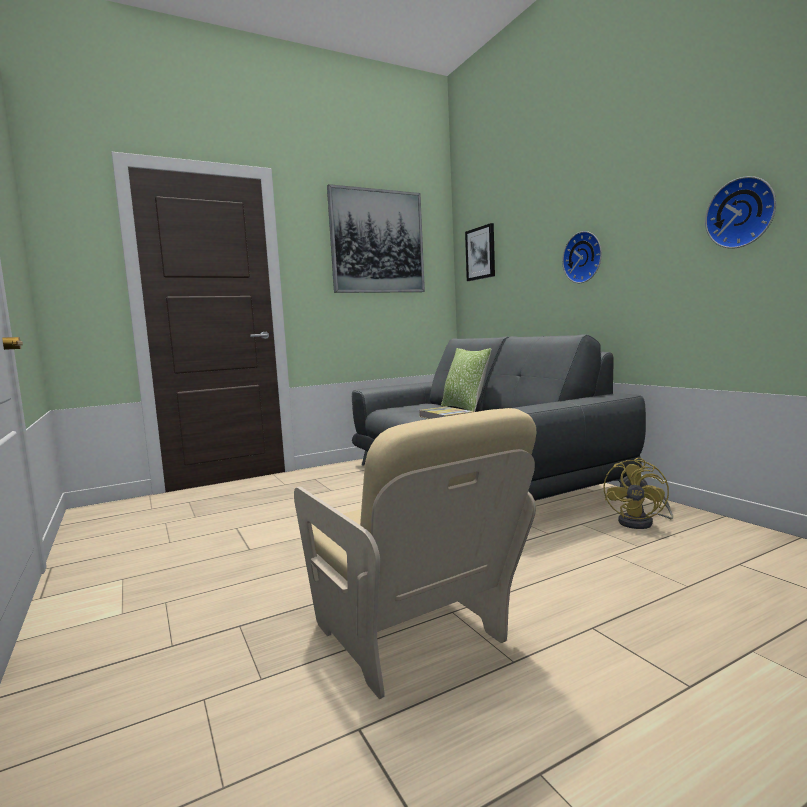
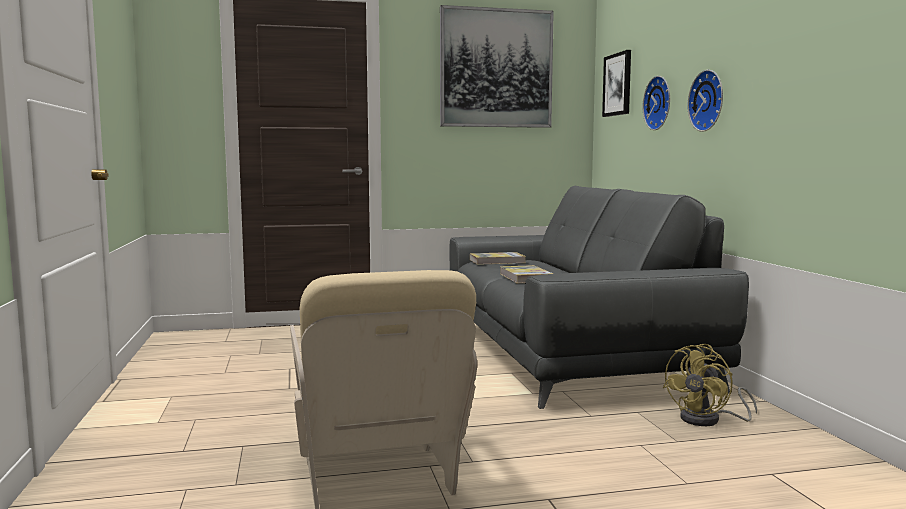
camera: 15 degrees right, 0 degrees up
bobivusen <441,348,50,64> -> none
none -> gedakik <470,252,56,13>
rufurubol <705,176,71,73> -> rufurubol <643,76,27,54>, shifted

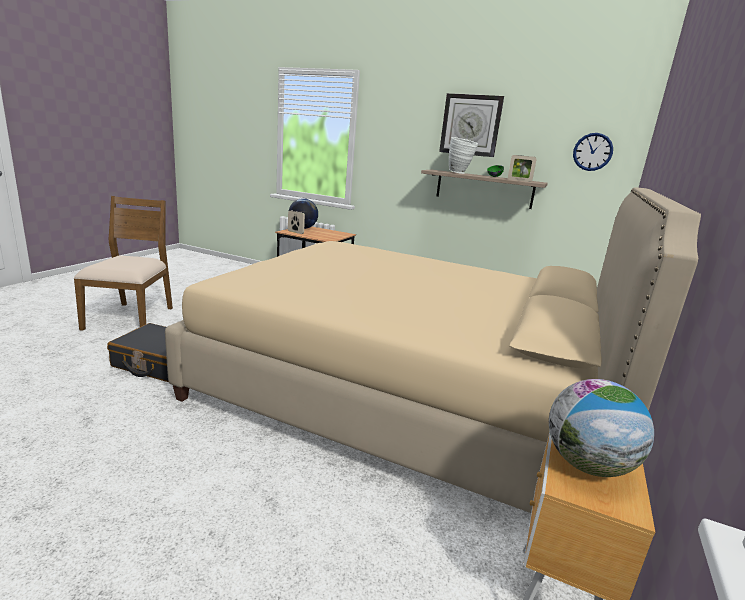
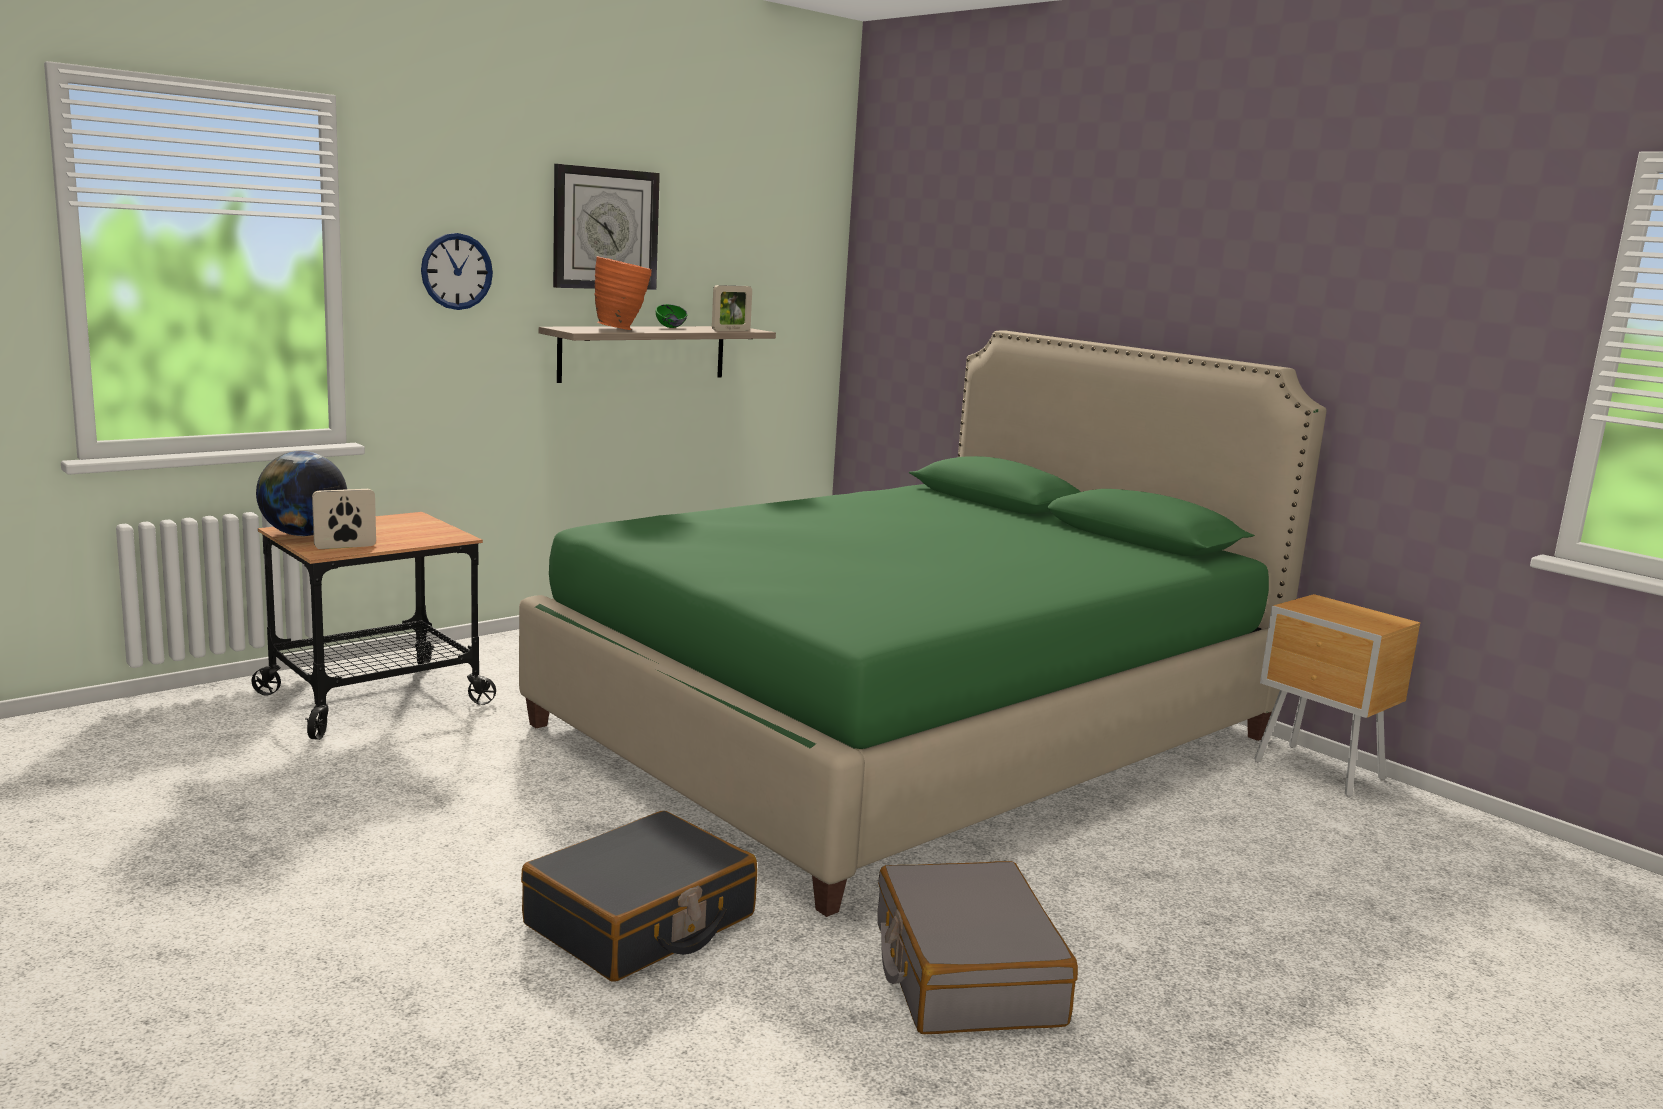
camera: 65 degrees left, 5 degrees down
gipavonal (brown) <74,196,99,135> -> none
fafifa <549,379,105,98> -> none
none -> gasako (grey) <878,861,200,173>
rufurubol <573,133,40,38> -> rufurubol <421,233,72,77>, shifted
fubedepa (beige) <165,187,536,326> -> fubedepa (green) <519,330,807,587>
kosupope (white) <449,137,30,37> -> kosupope (orange) <594,256,58,74>

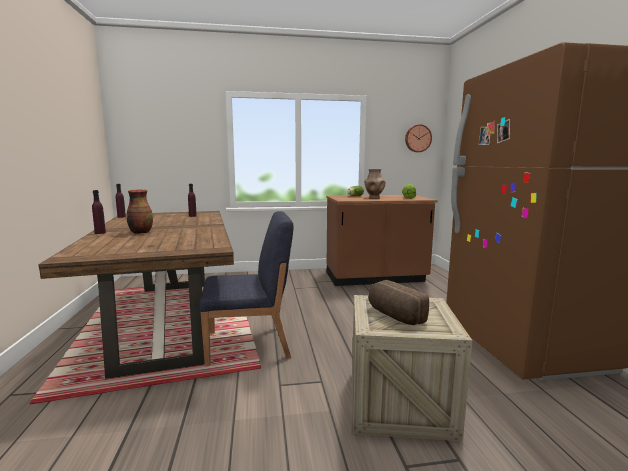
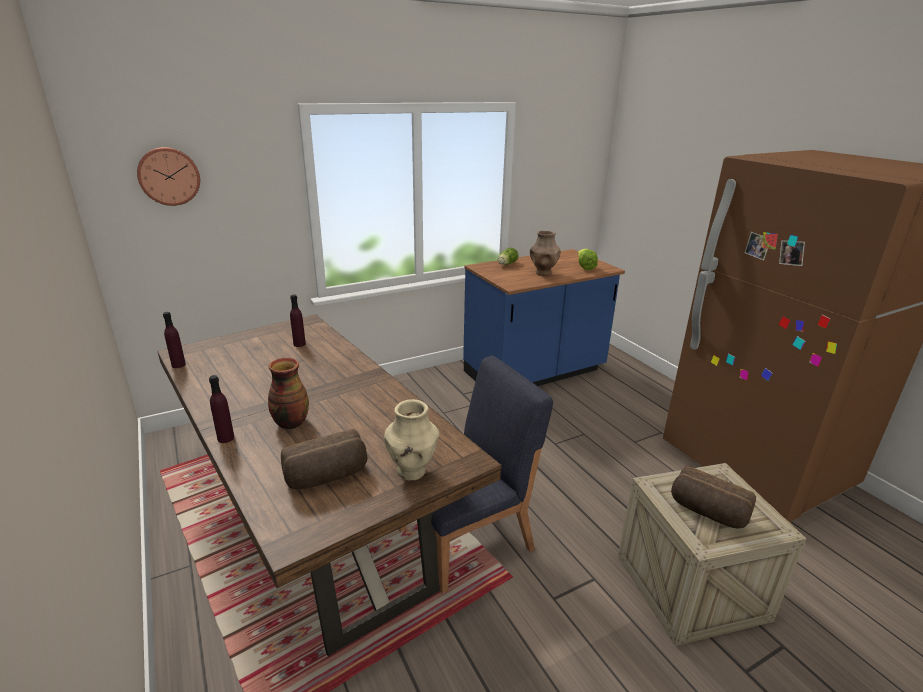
camera: 20 degrees left, 15 degrees up
none -> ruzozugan <281,429,87,60>
none -> kosupope (beige) <384,399,55,81>
rufurubol <405,124,27,28> -> rufurubol <137,147,63,59>, shifted
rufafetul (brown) <326,195,112,91> -> rufafetul (blue) <463,249,162,137>

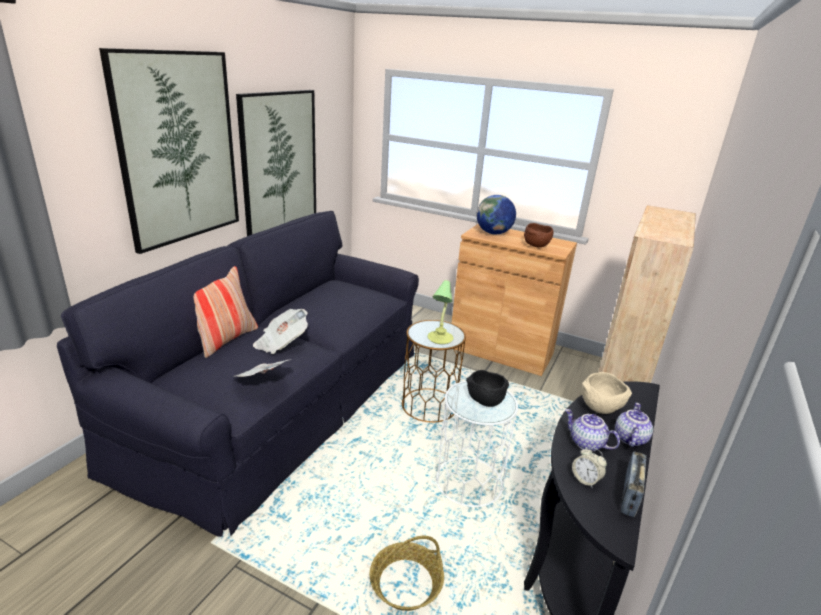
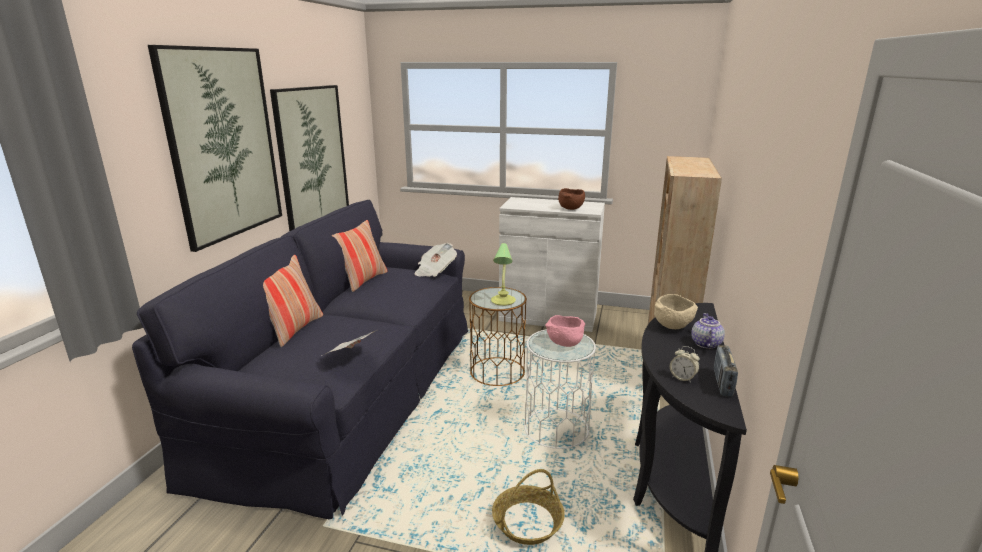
camera: 10 degrees left, 5 degrees down
fafifa <476,195,40,39> -> none
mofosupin <565,409,55,42> -> none
none -> bobivusen <332,220,55,72>
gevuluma <253,309,55,45> -> gevuluma <414,243,43,34>, shifted
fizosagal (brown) <452,224,125,152> -> fizosagal (white) <499,197,106,135>
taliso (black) <466,370,43,37> -> taliso (pink) <545,315,40,32>

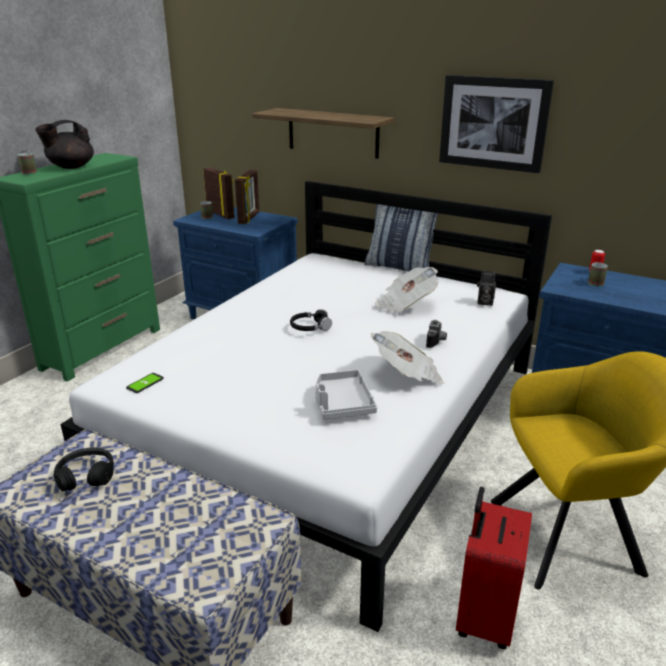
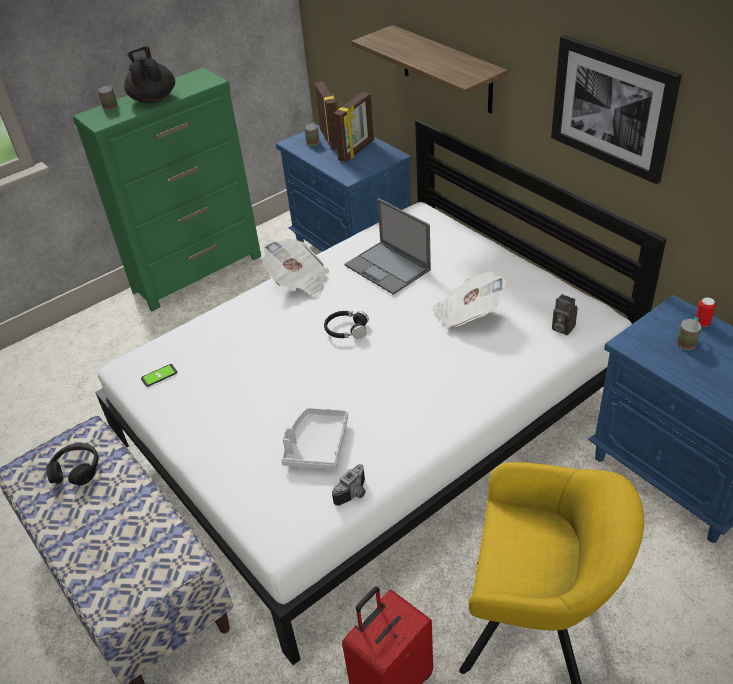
camera: 25 degrees right, 15 degrees up
bobivusen <365,204,73,67> -> none
none -> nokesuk <345,198,86,97>
gevuluma <371,331,73,53> -> gevuluma <262,239,67,57>, shifted
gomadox <426,320,21,28> -> gomadox <332,464,34,42>, shifted
mofosupin (black) <35,120,59,49> -> mofosupin (black) <124,46,51,57>, 90 degrees clockwise

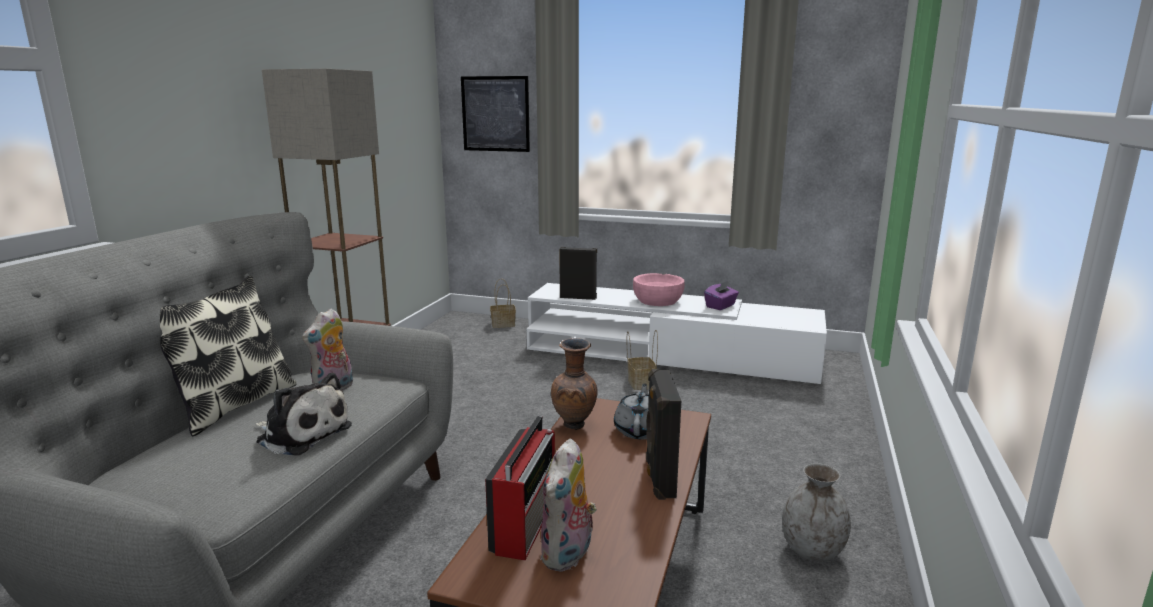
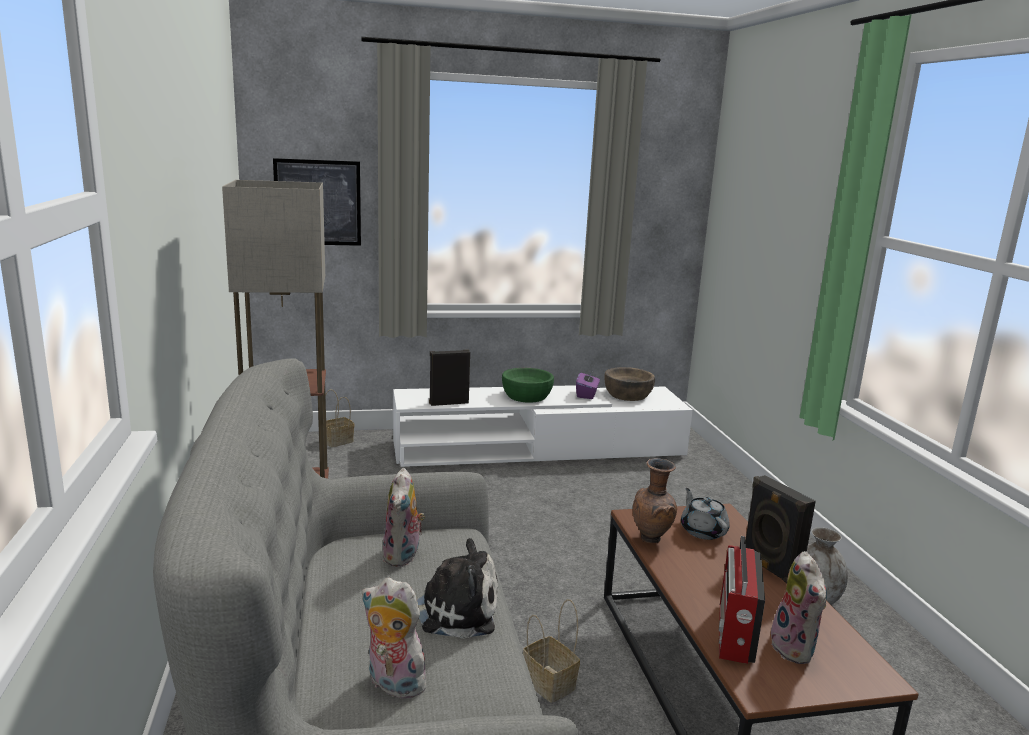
camera: 30 degrees left, 0 degrees up
bobivusen <160,276,137,160> -> none
none -> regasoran <361,578,68,121>
none -> taliso (brown) <605,367,50,34>
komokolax <627,330,31,60> -> komokolax <523,599,57,104>, shifted
taliso (pink) <633,273,52,33> -> taliso (green) <502,368,52,35>
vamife <485,416,70,144> -> vamife <719,536,46,128>, 150 degrees counterclockwise

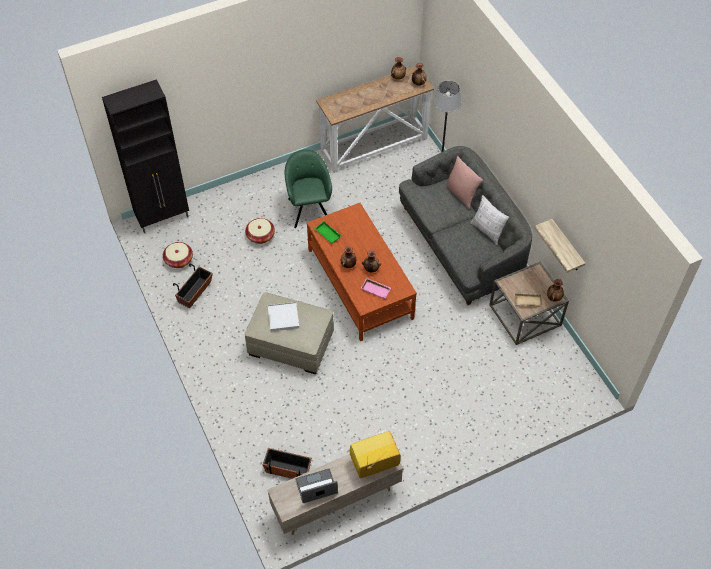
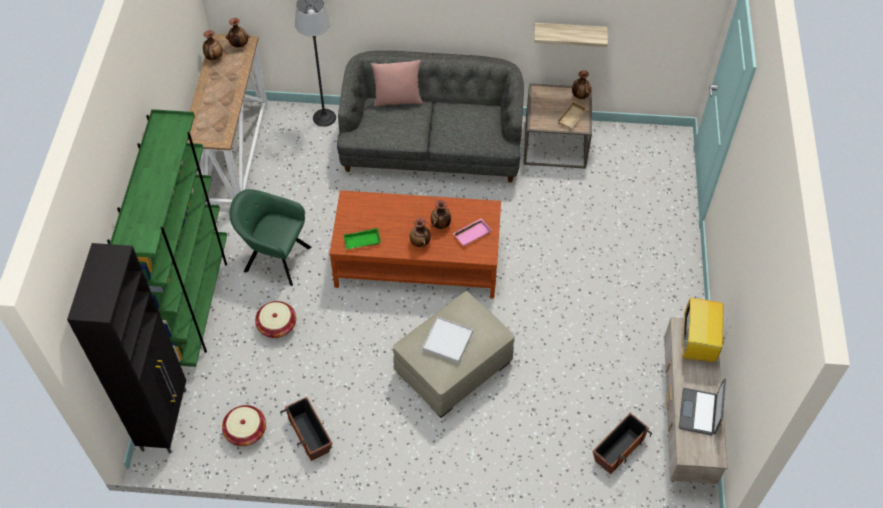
camera: 60 degrees left, 0 degrees up
bobivusen <470,195,39,50> -> none
none -> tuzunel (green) <107,109,120,258>

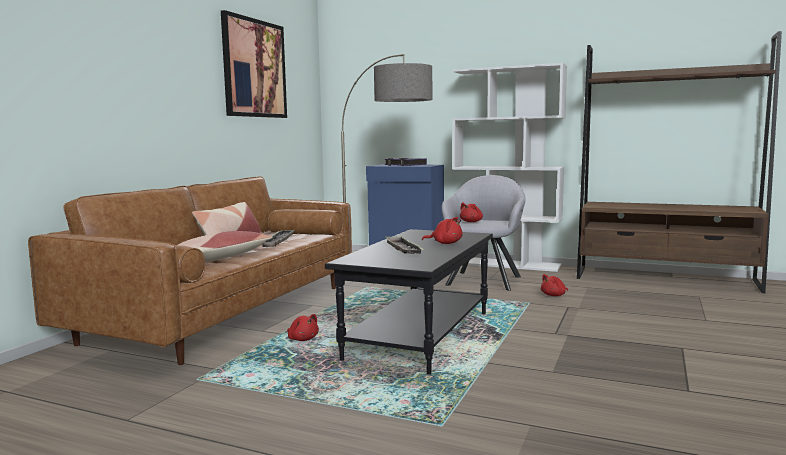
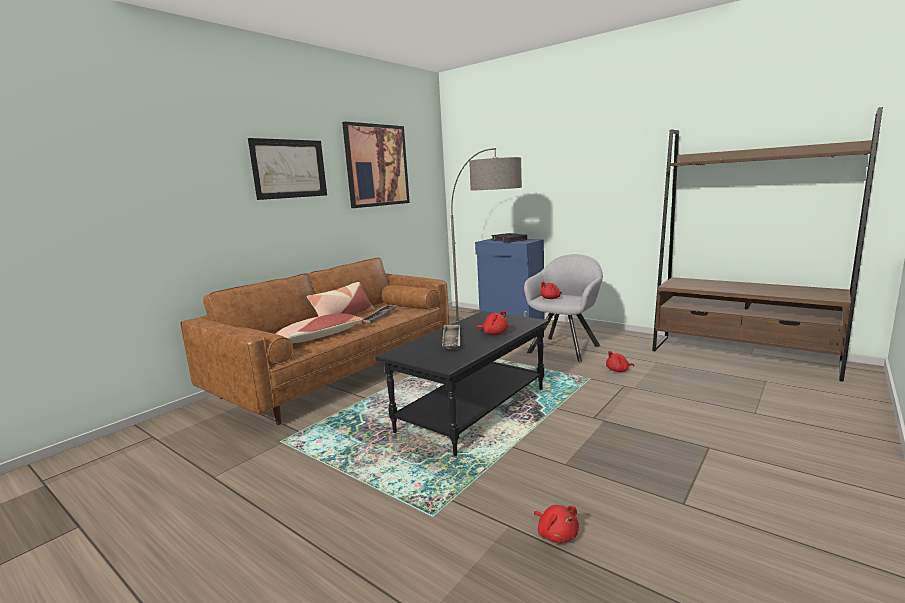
camera: 15 degrees right, 5 degrees up
tuzunel (white) <453,63,114,209> -> none
none -> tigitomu <248,138,79,62>
regasoran (red) <287,314,32,27> -> regasoran (red) <534,505,45,38>, shifted

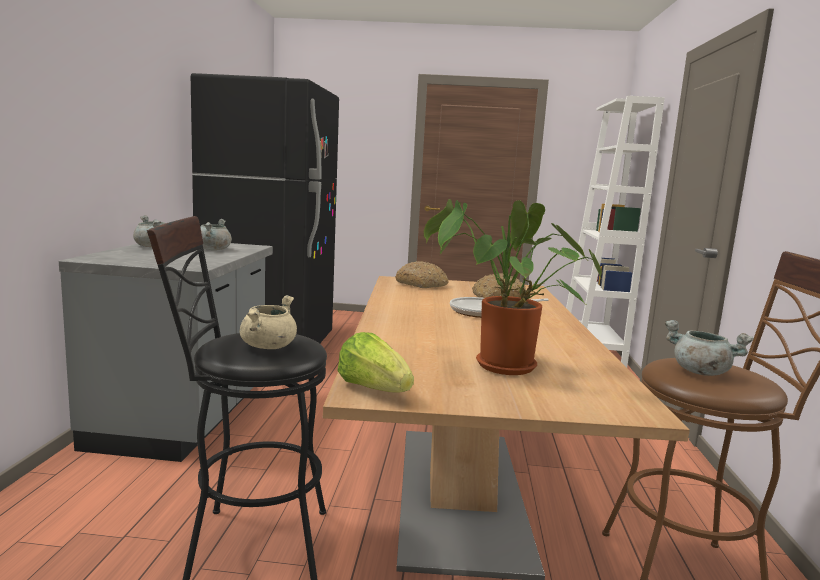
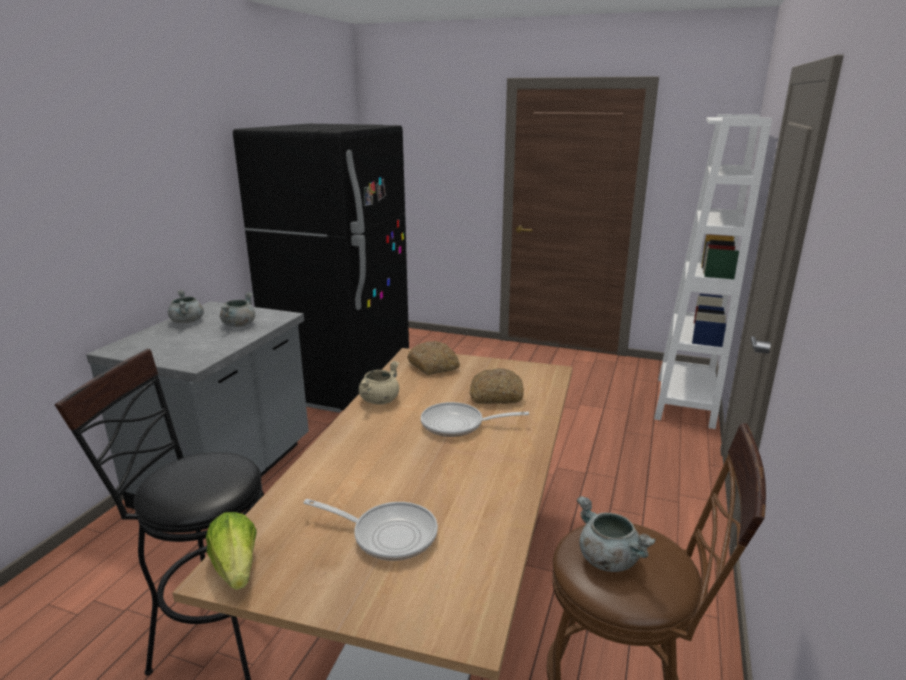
camera: 15 degrees right, 10 degrees up
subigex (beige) <240,295,57,54> -> subigex (beige) <359,361,40,44>, shifted
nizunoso <424,199,178,176> -> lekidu <303,499,135,62>

